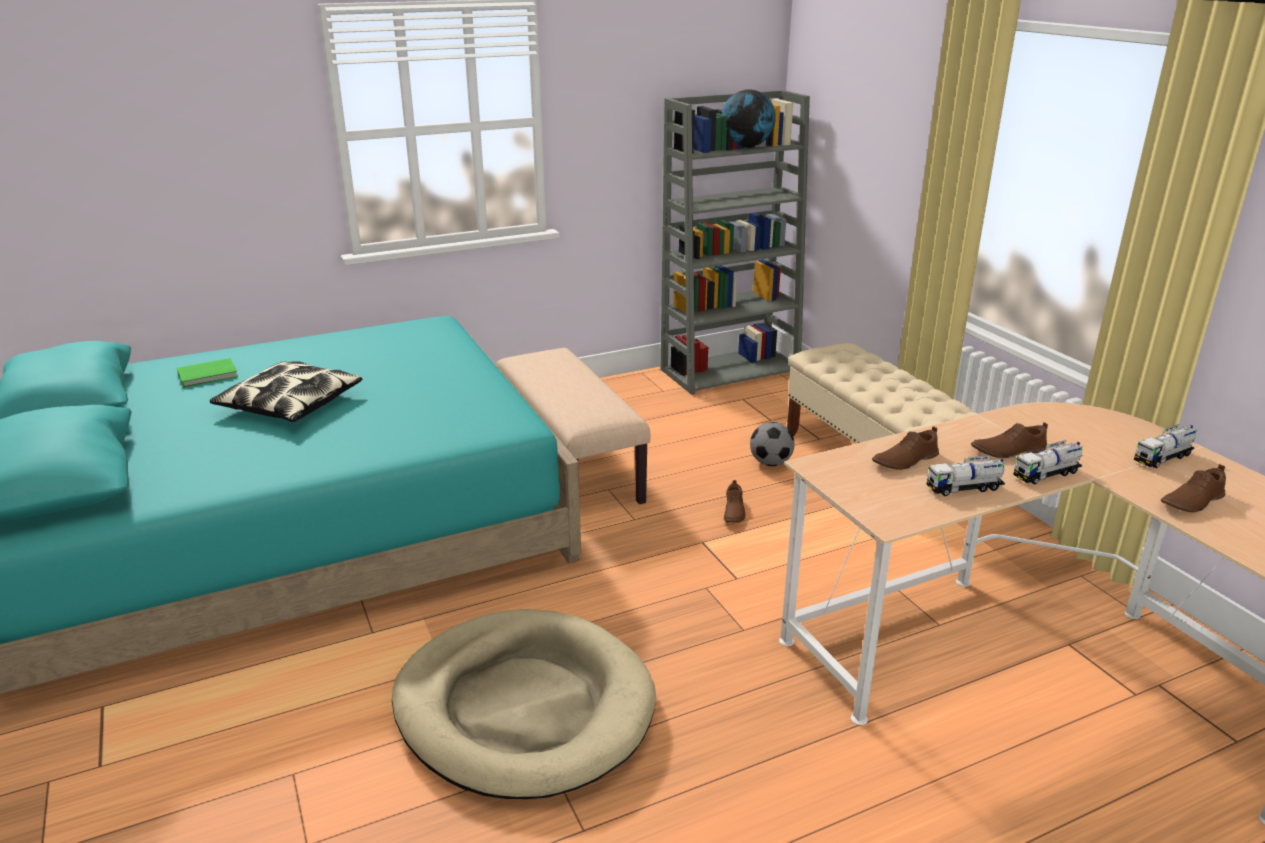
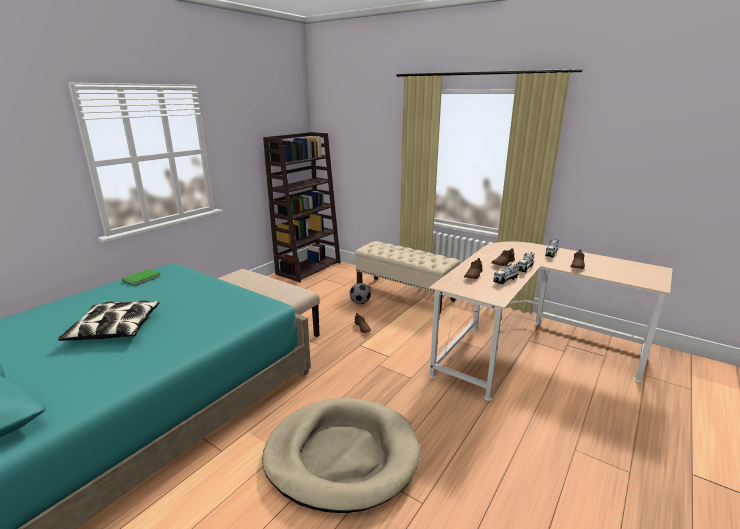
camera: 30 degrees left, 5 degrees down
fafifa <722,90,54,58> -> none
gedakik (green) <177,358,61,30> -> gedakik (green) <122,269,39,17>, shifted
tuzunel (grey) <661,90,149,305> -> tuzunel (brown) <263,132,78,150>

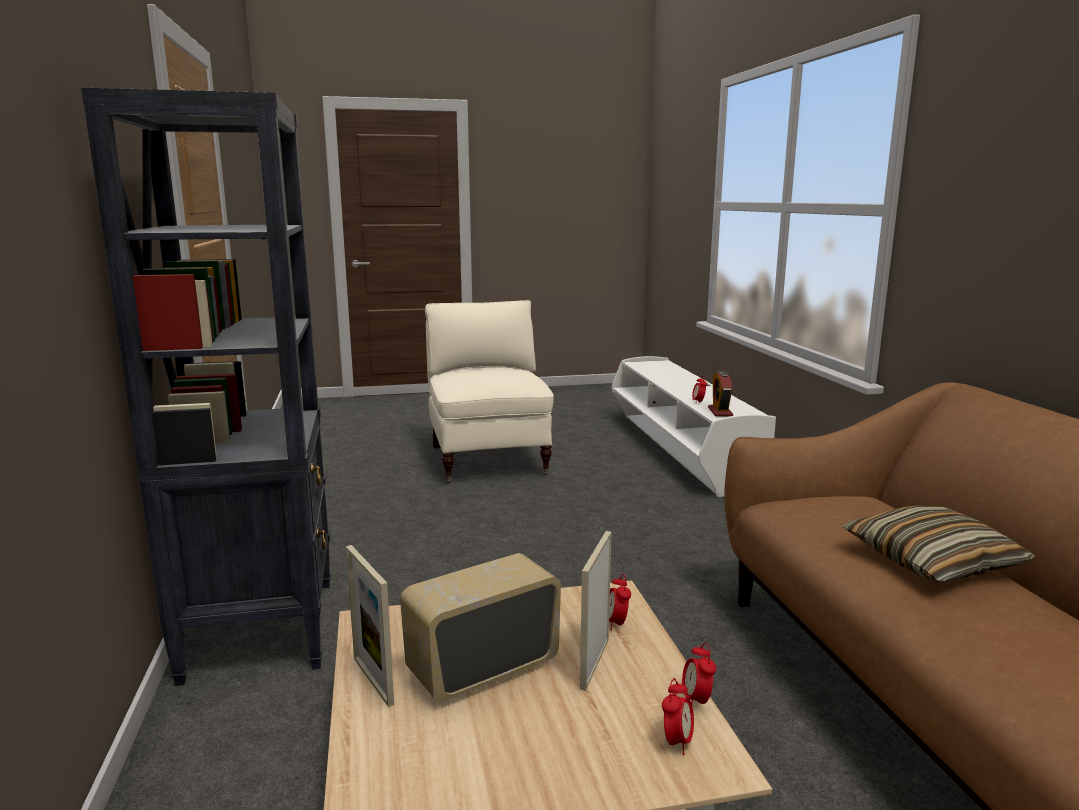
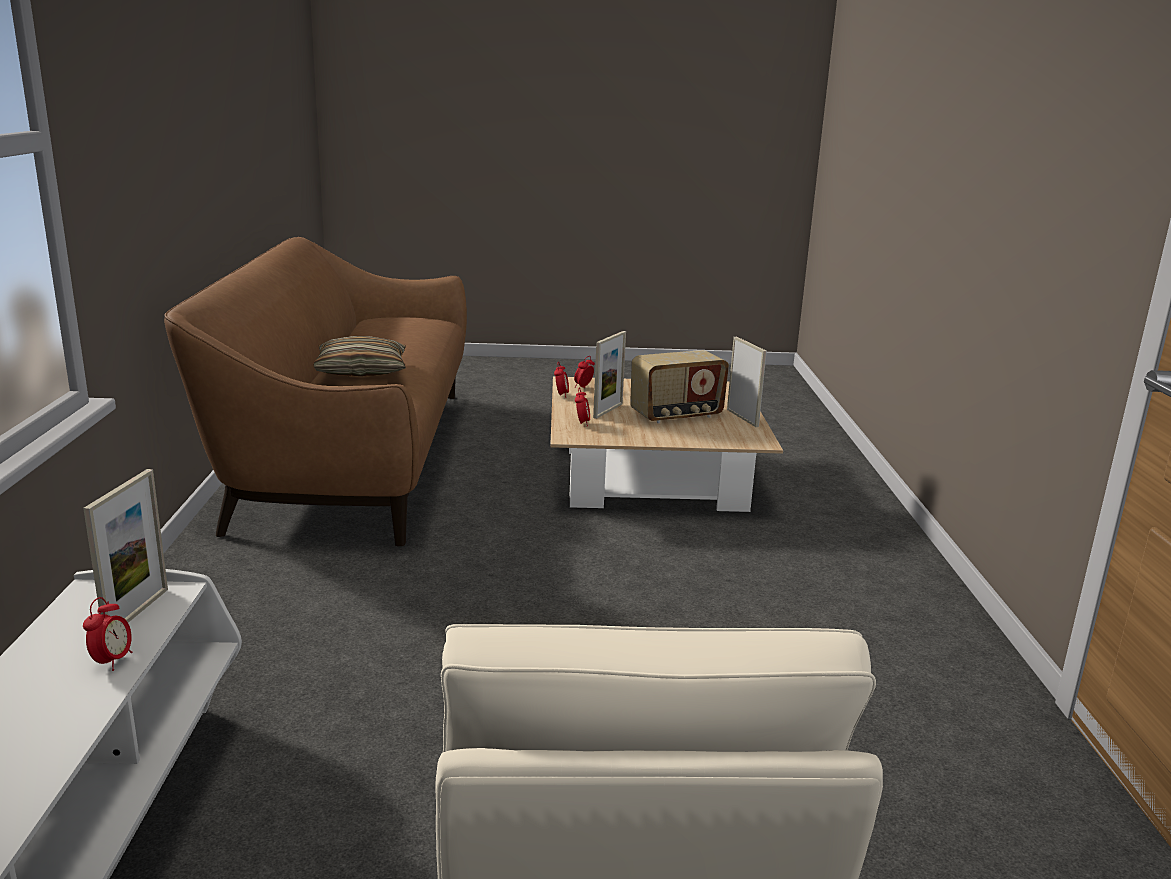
camera: 170 degrees left, 5 degrees up
tuzunel (black) <81,88,250,598> -> none
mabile <708,371,25,46> -> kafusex <83,469,85,154>

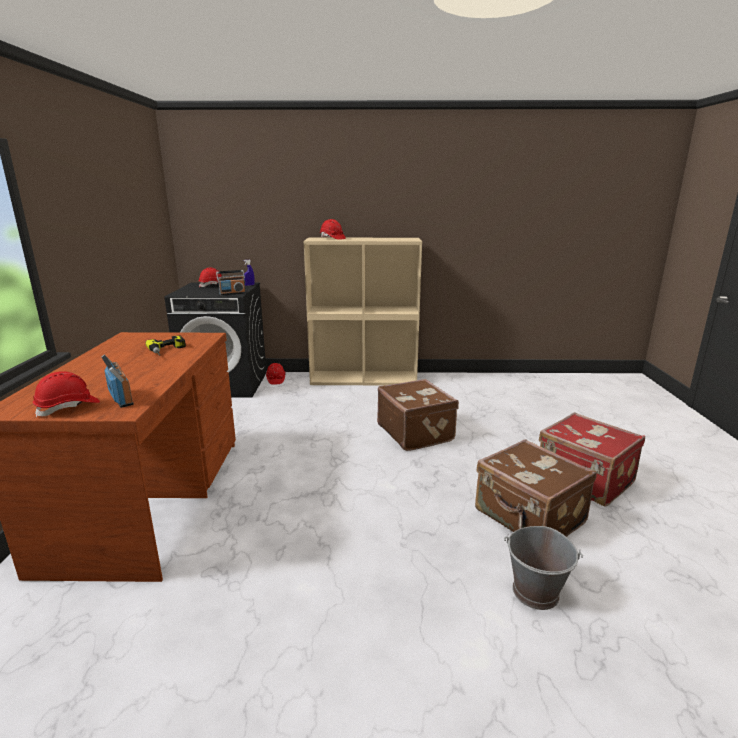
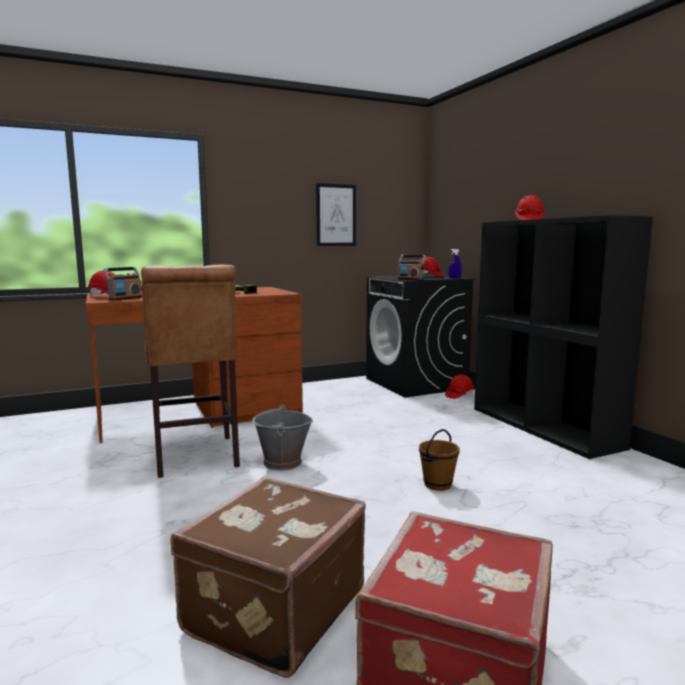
camera: 65 degrees right, 10 degrees down
none -> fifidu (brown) <141,265,99,213>
none -> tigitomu <316,183,40,63>
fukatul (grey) <504,526,79,84> -> fukatul (grey) <252,405,61,65>, shifted
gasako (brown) <377,379,82,72> -> fukatul (brown) <419,429,41,62>
tuzunel (beige) <304,238,118,147> -> tuzunel (black) <474,215,179,244>

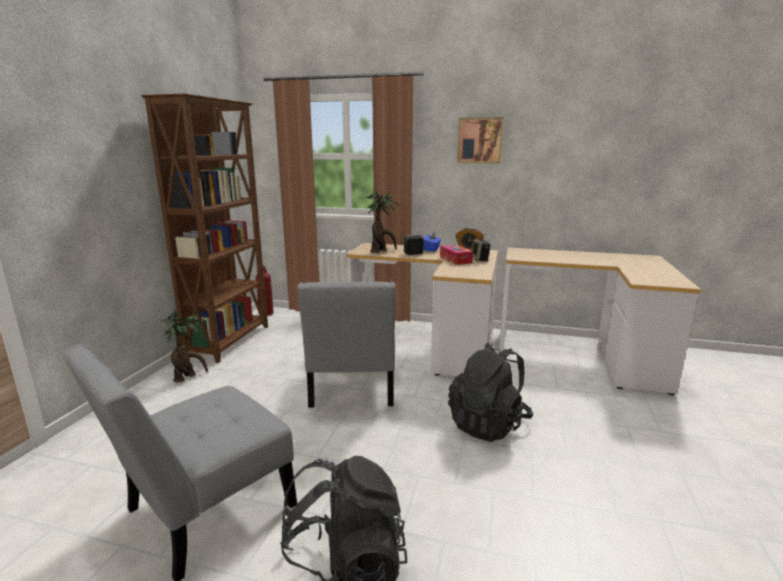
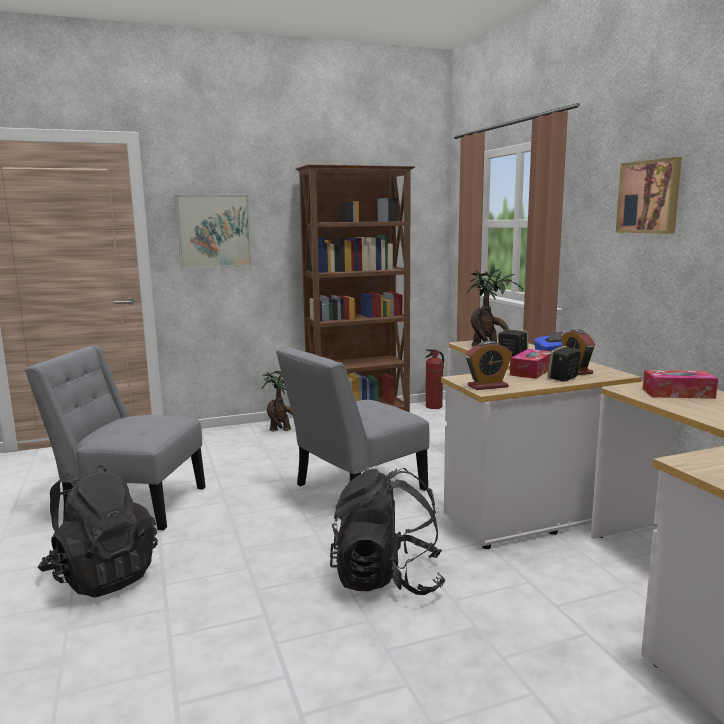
camera: 55 degrees right, 5 degrees down
none -> tigitomu <175,195,77,73>
none -> mabile <466,341,46,49>
none -> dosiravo <643,370,75,29>

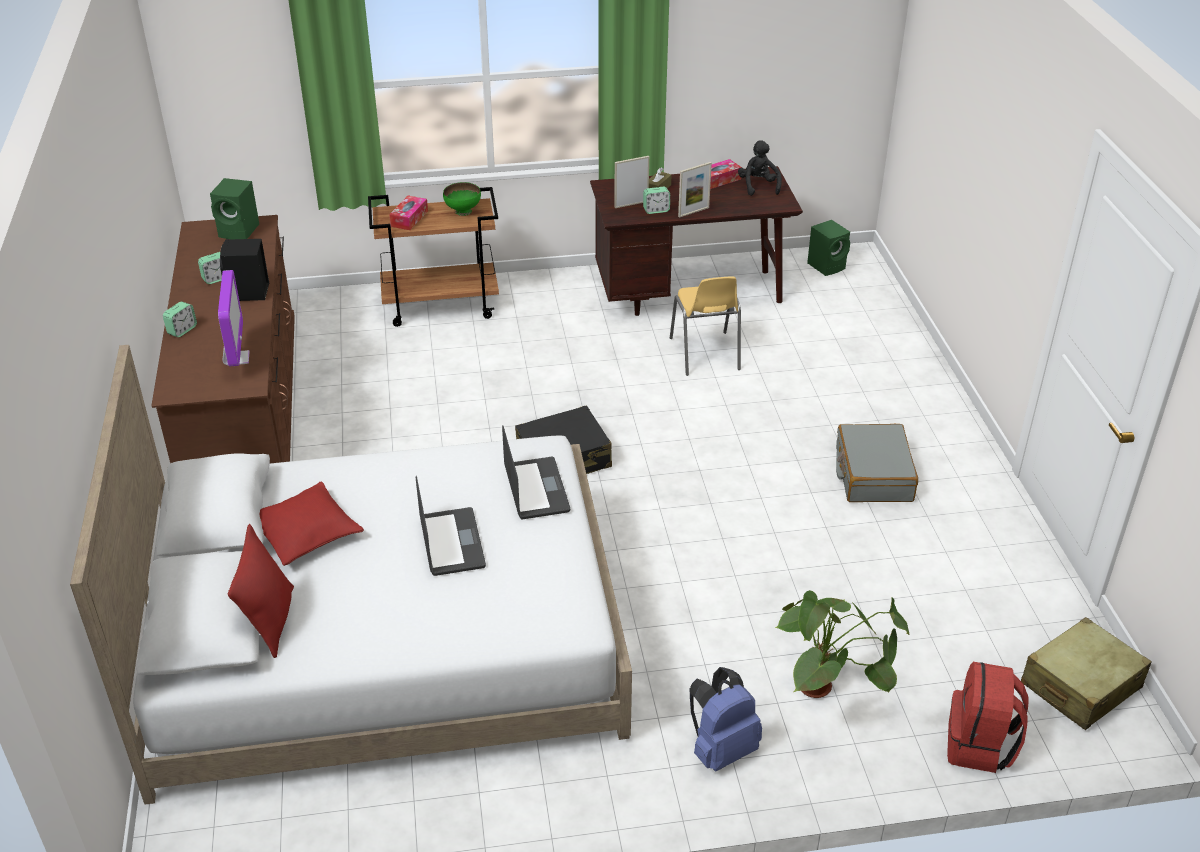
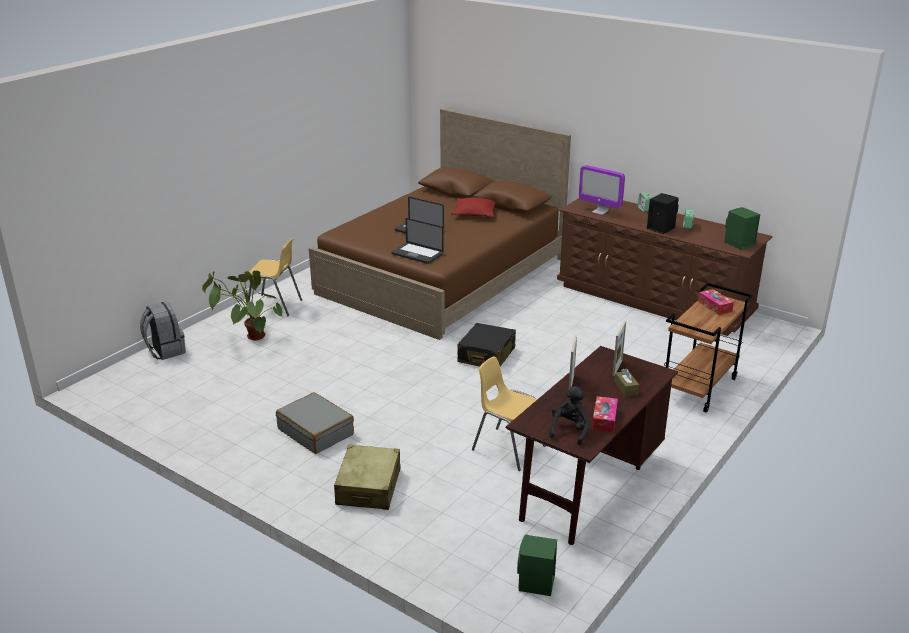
camera: 135 degrees right, 10 degrees down
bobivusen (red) <228,524,66,134> -> none
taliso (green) <443,182,38,34> -> none
mabile <643,187,27,27> -> none
gasako (beige) <1021,617,131,113> -> gasako (beige) <334,445,66,65>, shifted
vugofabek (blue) <690,667,72,104> -> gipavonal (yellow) <247,238,55,78>
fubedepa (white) <70,345,562,460> -> fubedepa (brown) <309,109,262,231>
vugofabek (red) <947,662,82,111> -> vugofabek (grey) <140,301,46,59>
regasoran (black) <738,140,44,56> -> regasoran (black) <549,386,40,59>, 105 degrees counterclockwise

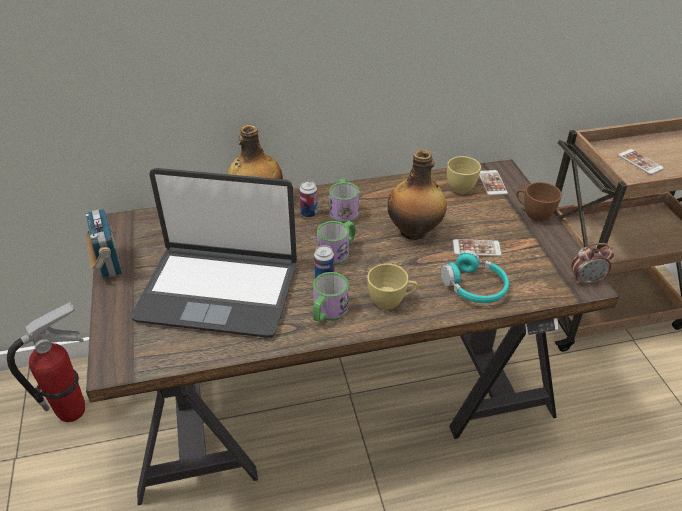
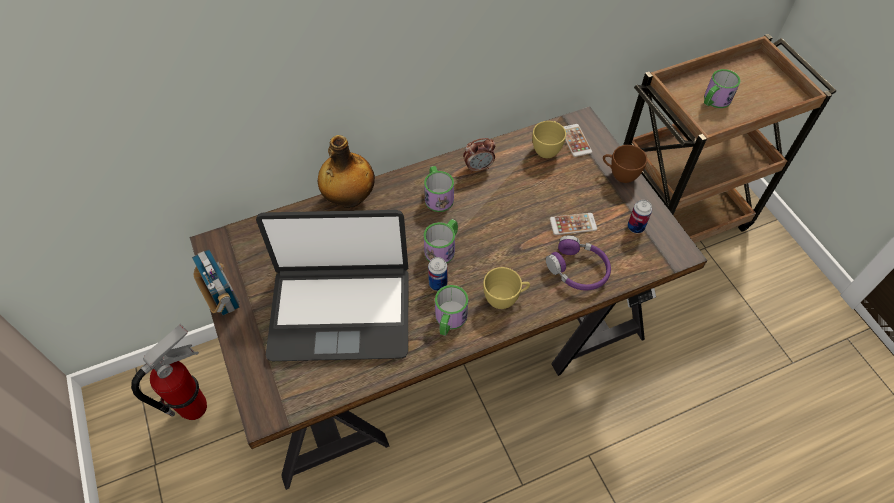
camera: 10 degrees left, 15 degrees up
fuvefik <387,150,60,90> -> none
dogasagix <299,181,19,37> -> dogasagix <628,200,24,33>, shifted
mabile <571,243,43,42> -> mabile <463,138,32,35>, shifted
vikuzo <618,149,46,26> -> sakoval <704,69,37,39>
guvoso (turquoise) <440,250,69,53> -> guvoso (purple) <546,235,65,55>

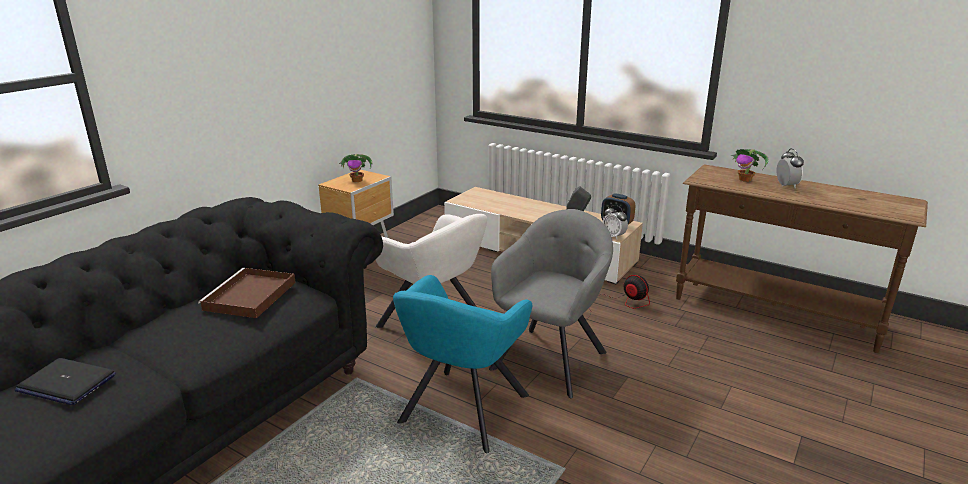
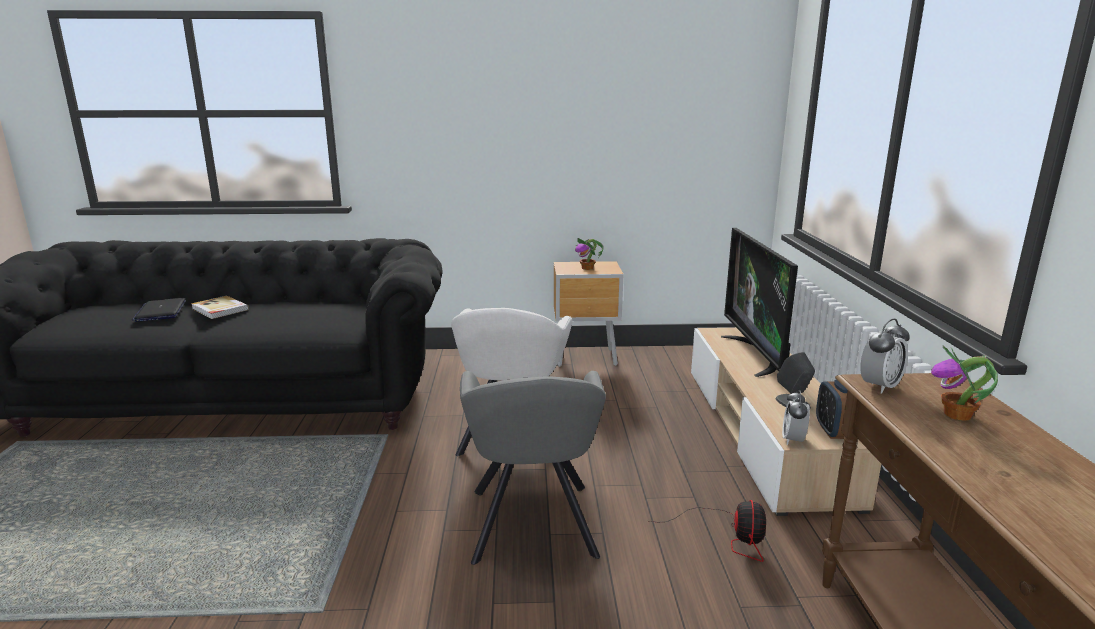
camera: 55 degrees right, 5 degrees down
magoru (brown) <198,268,98,50> -> none
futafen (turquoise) <393,275,139,178> -> none
none -> gedakik <191,296,58,23>
none -> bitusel <721,228,77,149>
mabile <776,148,28,41> -> mabile <861,319,49,75>, shifted
futafen (grey) <489,209,124,189> -> futafen (grey) <460,371,146,194>, 90 degrees clockwise

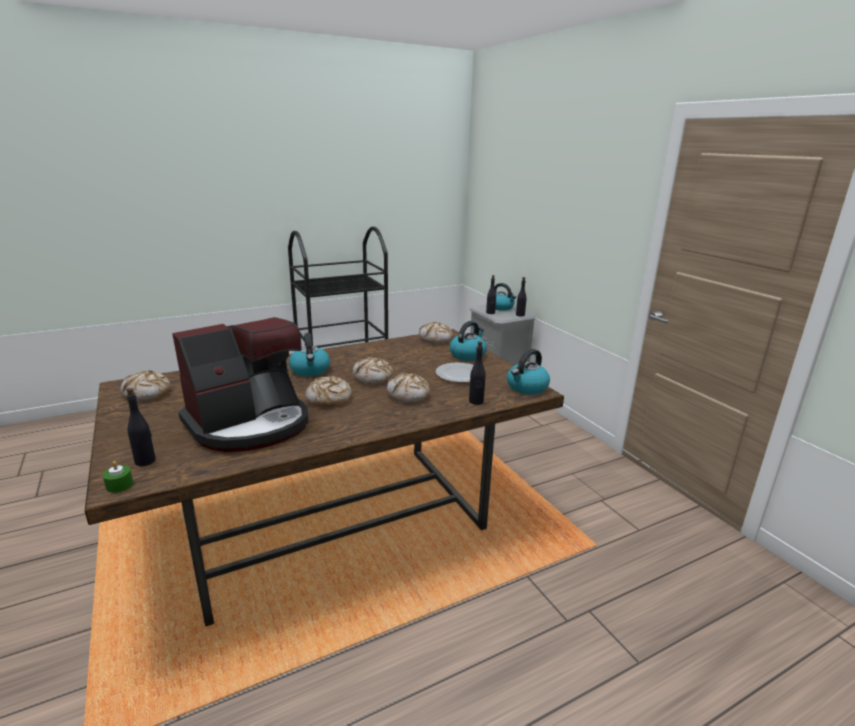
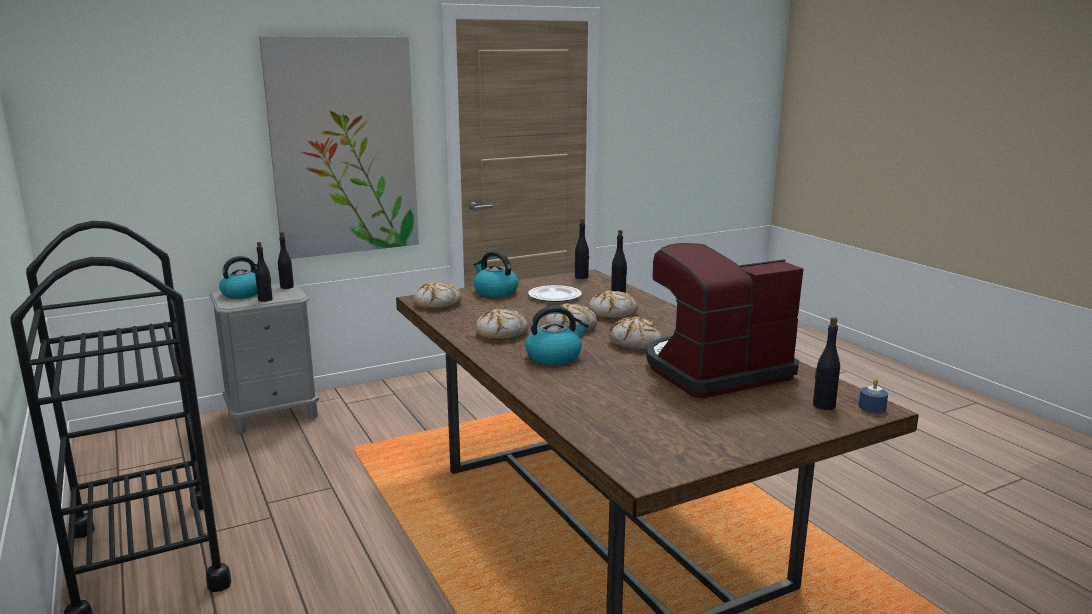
camera: 90 degrees left, 5 degrees down
none -> tigitomu <259,36,160,223>
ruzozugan <121,371,49,30> -> ruzozugan <476,309,53,31>, shifted
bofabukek <507,349,43,46> -> fuvefik (black) <575,218,14,61>
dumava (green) <103,461,30,32> -> dumava (blue) <859,379,29,34>
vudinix <172,317,136,135> -> vudinix <646,243,157,155>, 75 degrees counterclockwise

